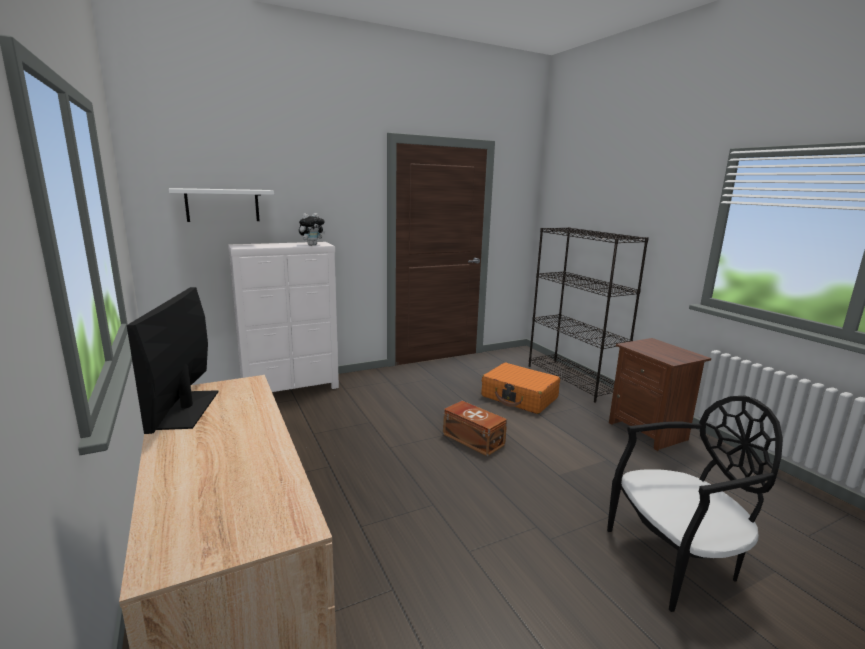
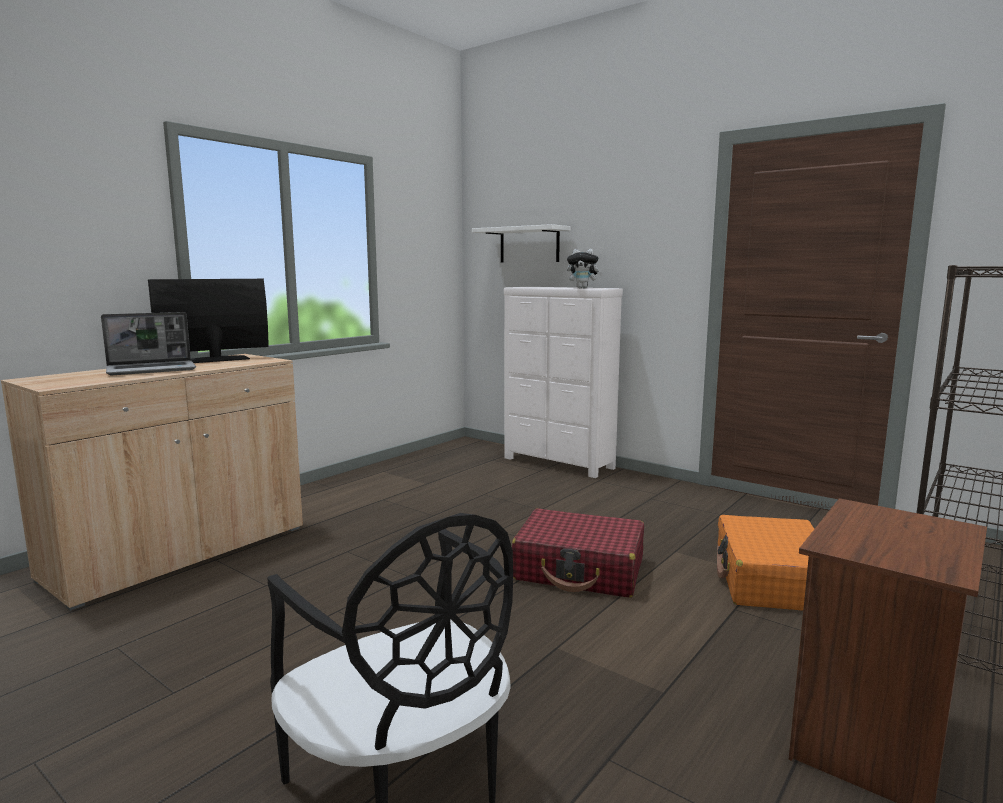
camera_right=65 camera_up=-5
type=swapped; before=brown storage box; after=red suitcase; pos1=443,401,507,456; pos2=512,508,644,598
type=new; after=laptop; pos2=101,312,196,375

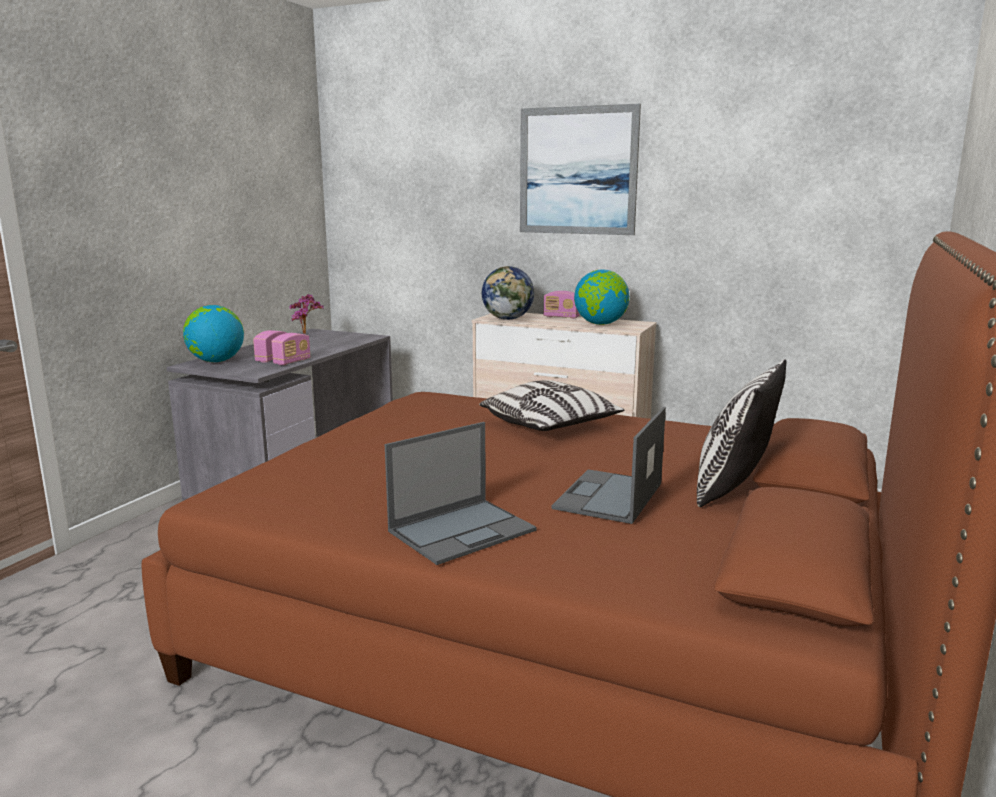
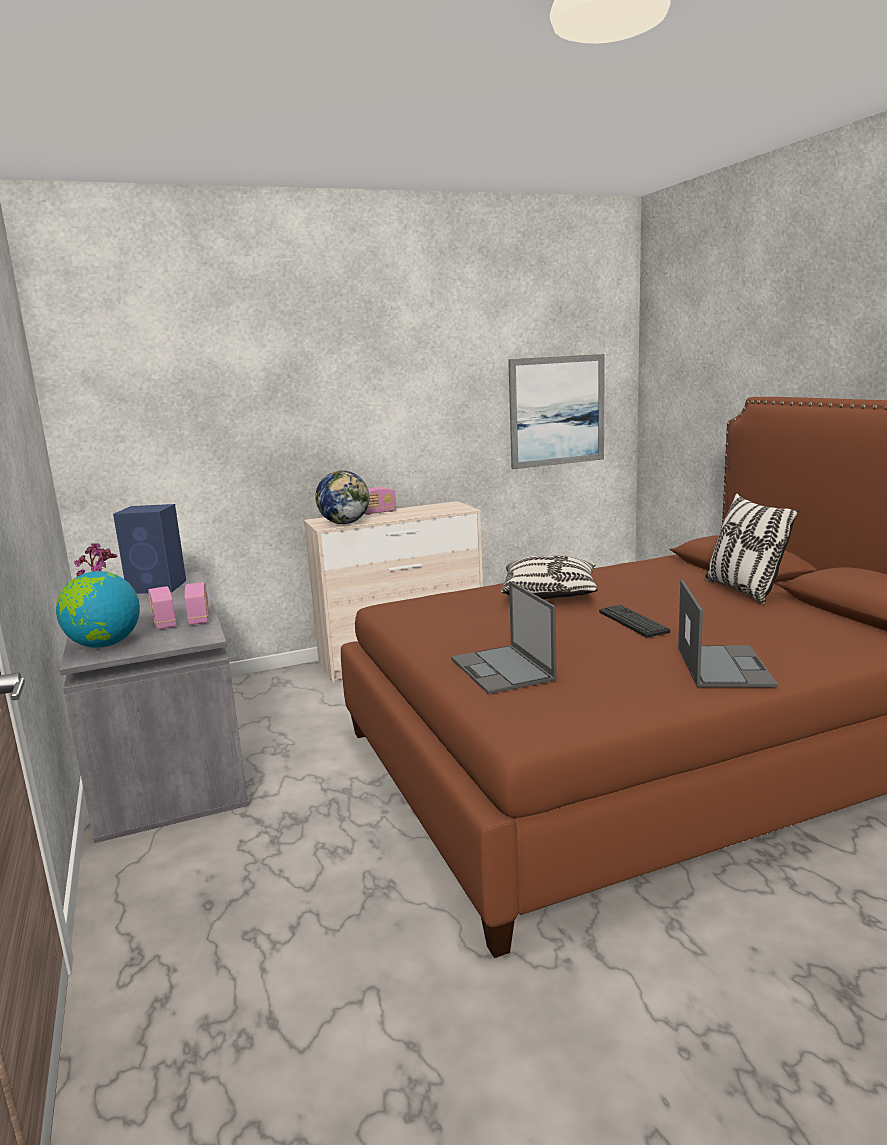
camera_right=-45 camera_up=0
type=shifted; before=picture; pos1=520,104,641,235; pos2=508,354,605,469
type=shifted; before=laptop; pos1=551,407,666,524; pos2=451,581,557,694
type=gone; before=globe; pos1=574,269,630,325
type=new; after=blue speaker; pos2=113,504,186,594
type=new; after=keyboard; pos2=599,605,670,637

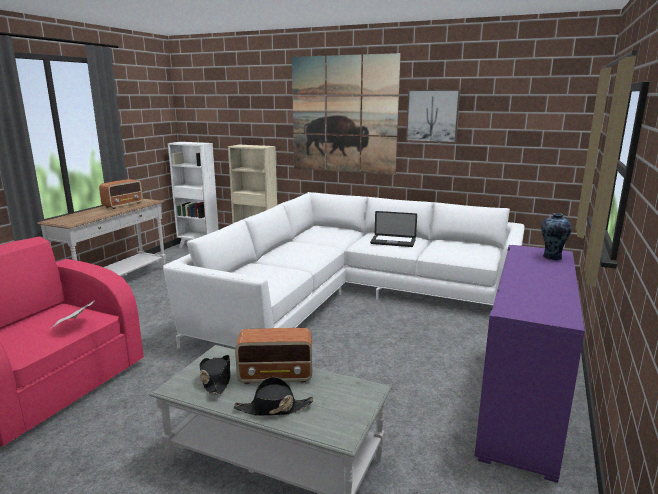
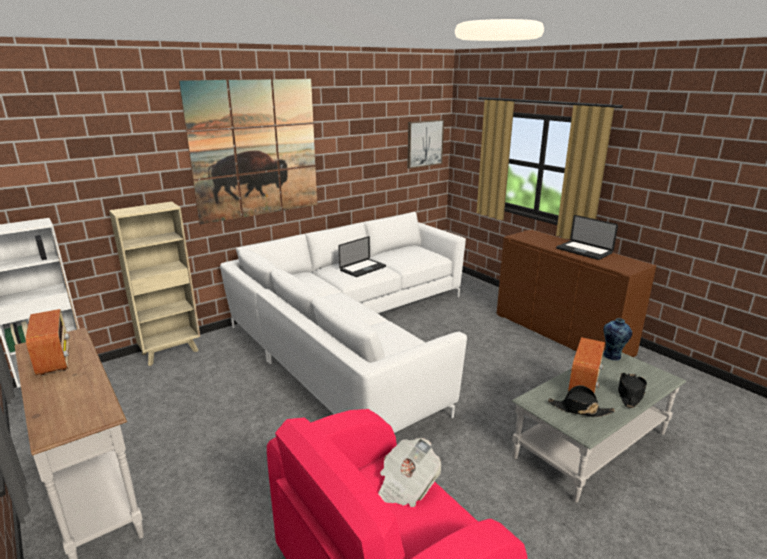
camera_right=-60 camera_up=5
type=shifted; before=picture; pos1=406,90,460,143; pos2=407,120,444,169
type=repainted; before=purple cabinet; after=brown cabinet; pos1=475,245,585,483; pos2=497,229,657,357
type=shifted; before=vase; pos1=541,213,572,260; pos2=604,318,632,361
type=new; after=laptop; pos2=556,215,618,260

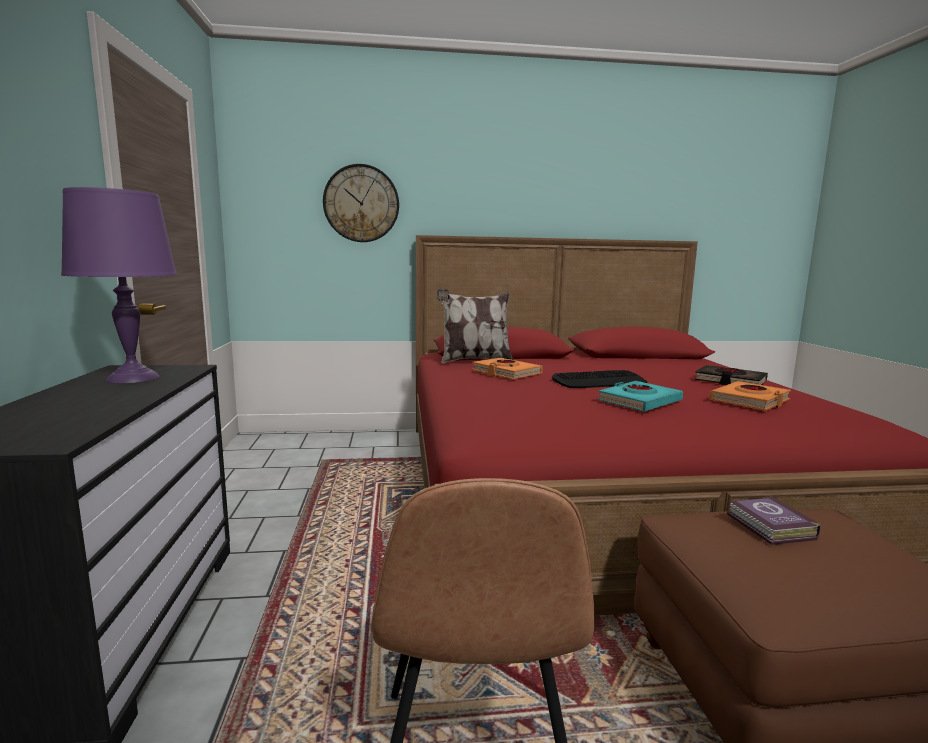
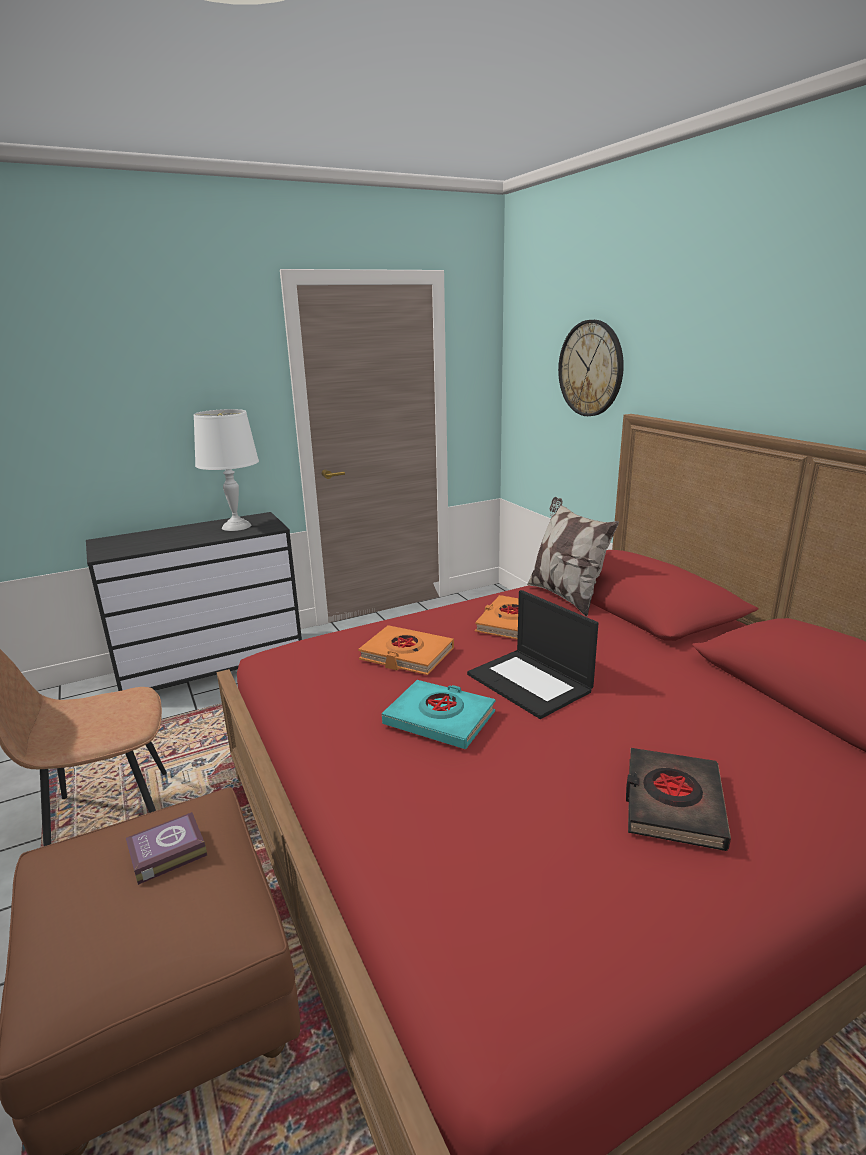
camera_right=70 camera_up=10
type=repainted; before=purple table lamp; after=white table lamp; pos1=61,187,177,383; pos2=194,409,259,531
type=swapped; before=keyboard; after=laptop; pos1=552,370,647,388; pos2=467,590,598,719
type=shifted; before=orange book; pos1=709,381,791,411; pos2=358,625,454,675

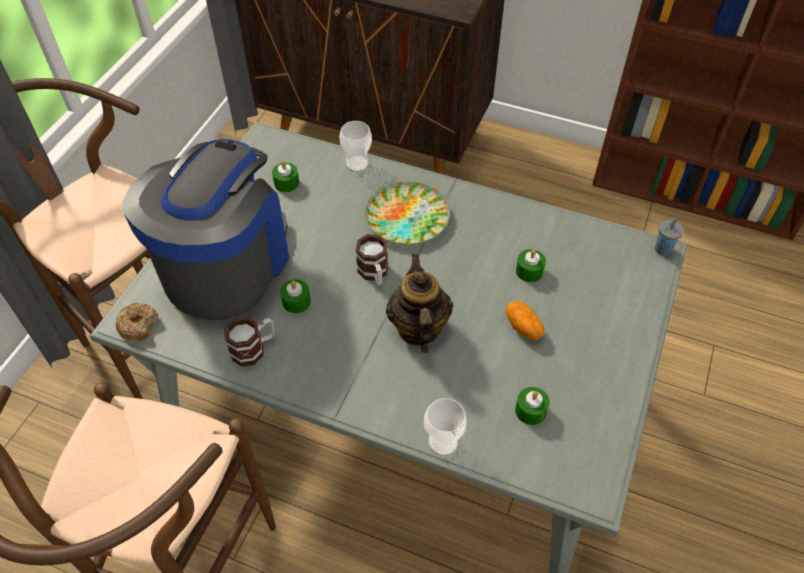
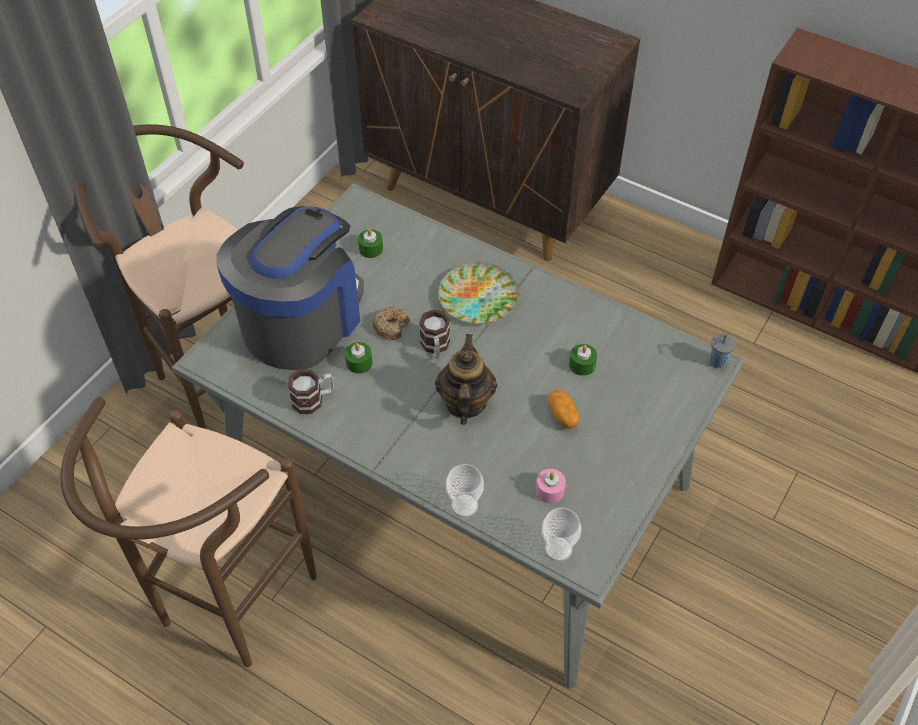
camera_right=10 camera_up=0
type=shifted; before=donut; pos1=116,303,158,341; pos2=373,307,410,340
type=shifted; before=cup; pos1=339,121,372,172; pos2=542,508,581,562
type=repainted; before=green candle; after=pink candle; pos1=515,387,550,425; pos2=536,469,566,503

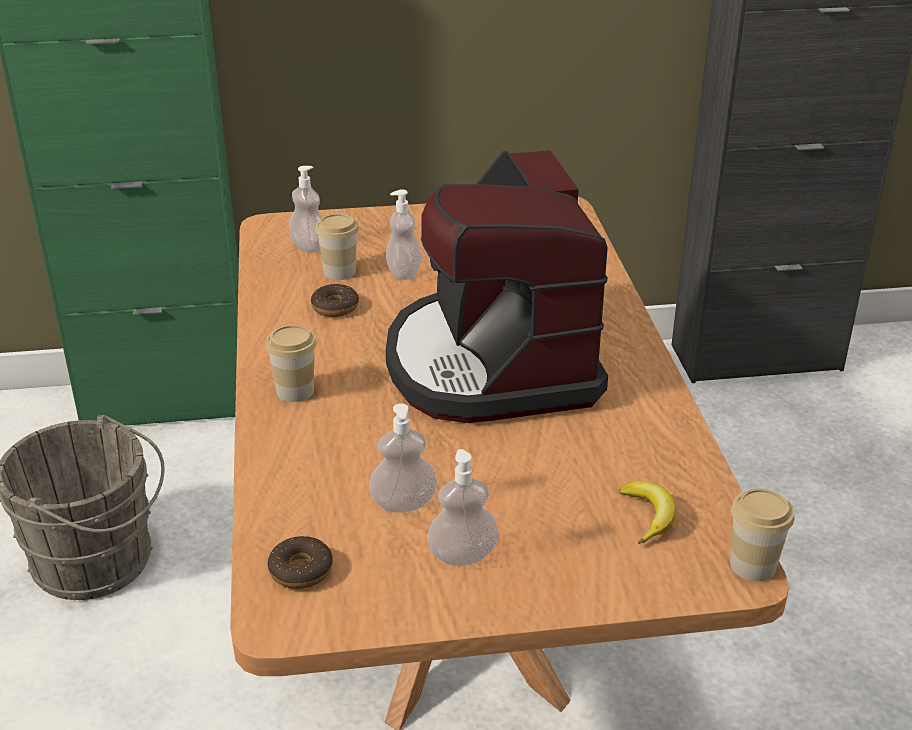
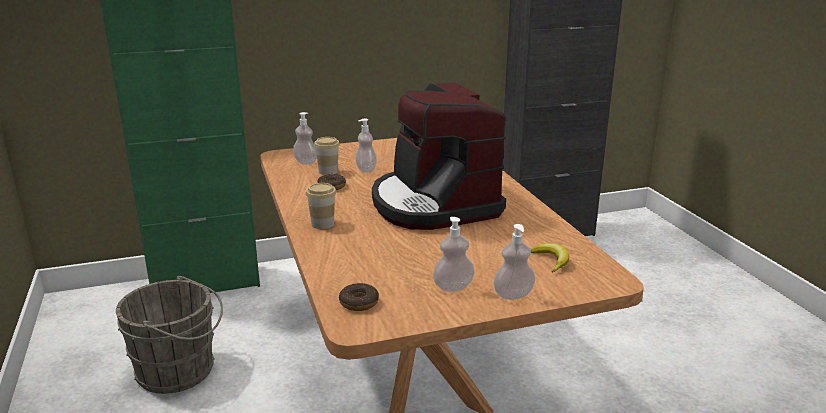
camera_right=-10 camera_up=-10
type=shifted; before=soap dispenser; pos1=369,403,437,513; pos2=493,224,535,300
type=gone; before=cup; pos1=730,488,795,581

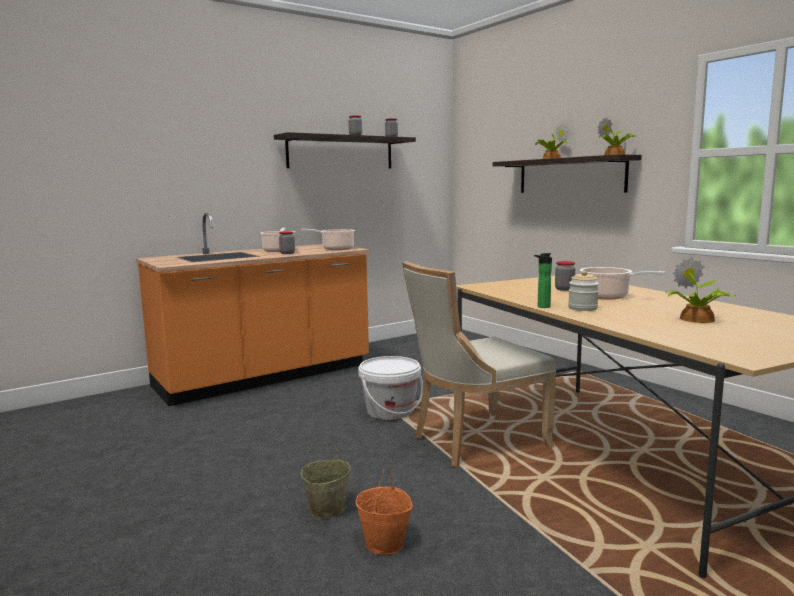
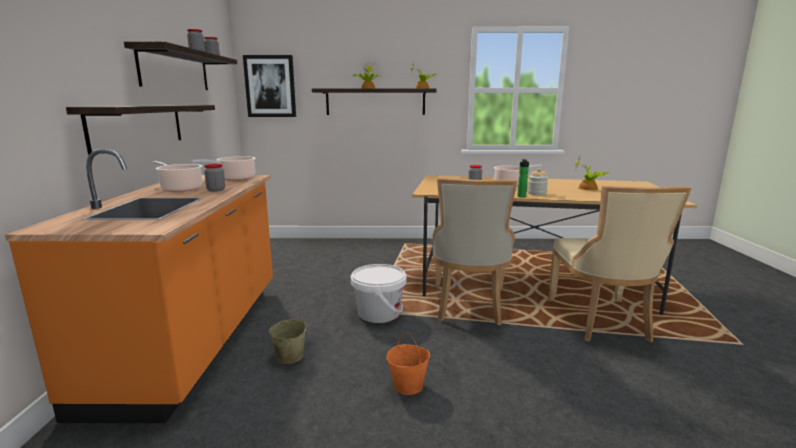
camera_right=-55 camera_up=5
type=shifted; before=beige bucket; pos1=301,442,351,519; pos2=269,308,306,364
type=shifted; before=orange bucket; pos1=355,469,413,555; pos2=387,333,430,395
type=new; after=shelf; pos2=66,105,215,156
type=new; after=picture; pos2=243,55,296,117
type=new; after=beige chair; pos2=547,186,691,342

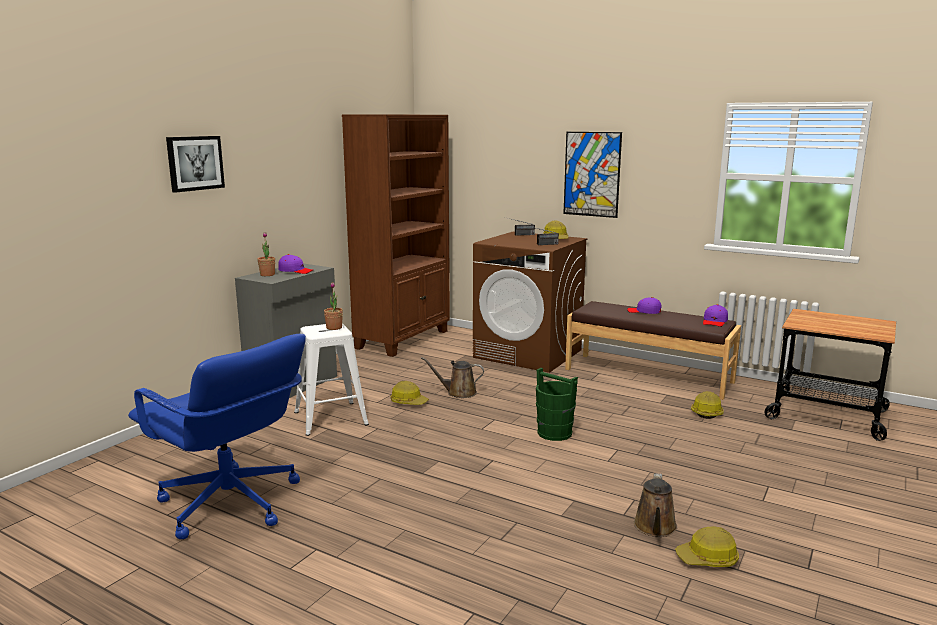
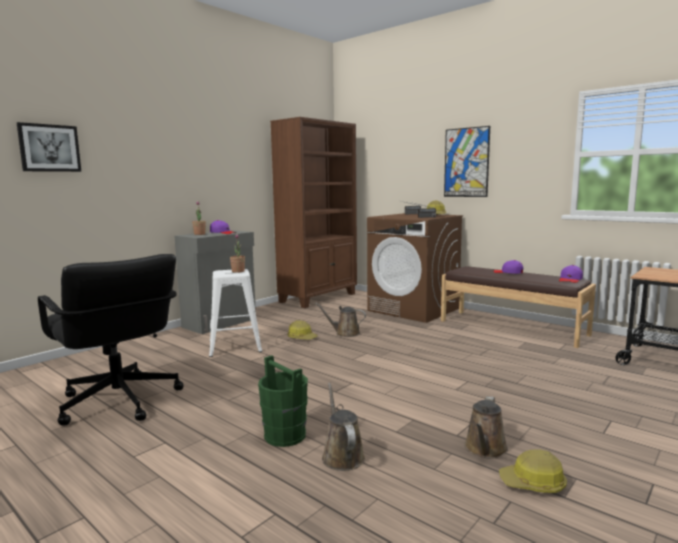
camera_right=10 camera_up=-5
type=repainted; before=blue office chair; after=black office chair; pos1=128,334,306,539; pos2=38,254,184,426
type=shifted; before=picture; pos1=166,136,225,193; pos2=17,122,81,172
type=shifted; before=green bucket; pos1=536,368,578,441; pos2=258,355,308,447
type=gone; before=hard hat; pos1=691,391,724,419
type=new; after=brown watering can; pos2=322,382,365,471

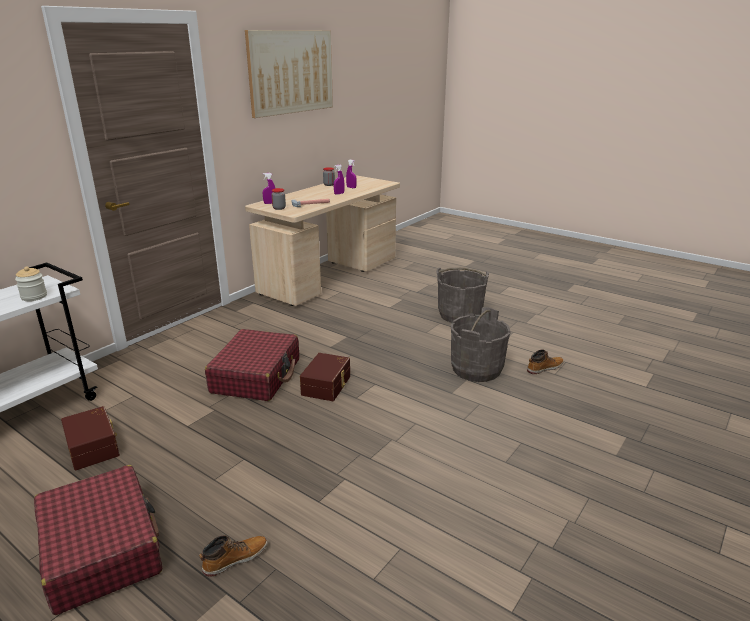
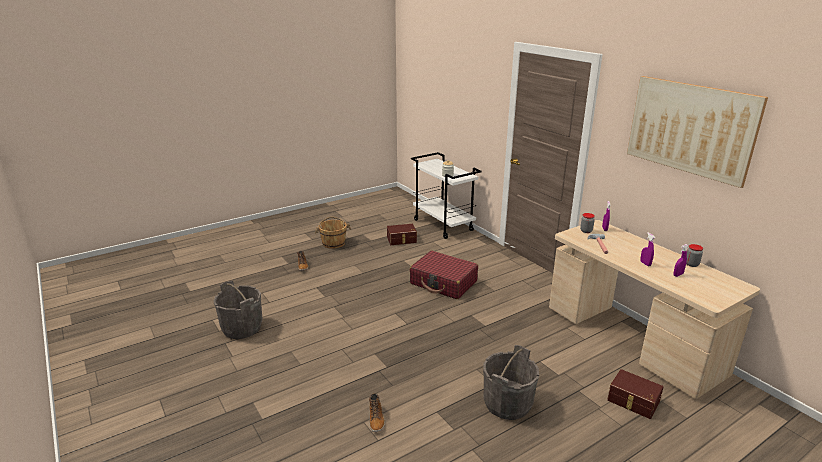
camera_right=110 camera_up=0
type=swapped; before=red suitcase; after=brown bucket; pos1=34,465,162,615; pos2=315,216,351,249
type=shifted; before=brown storage box; pos1=300,353,350,401; pos2=607,369,663,419
type=shifted; before=grey bucket; pos1=451,307,510,382; pos2=213,281,263,339

